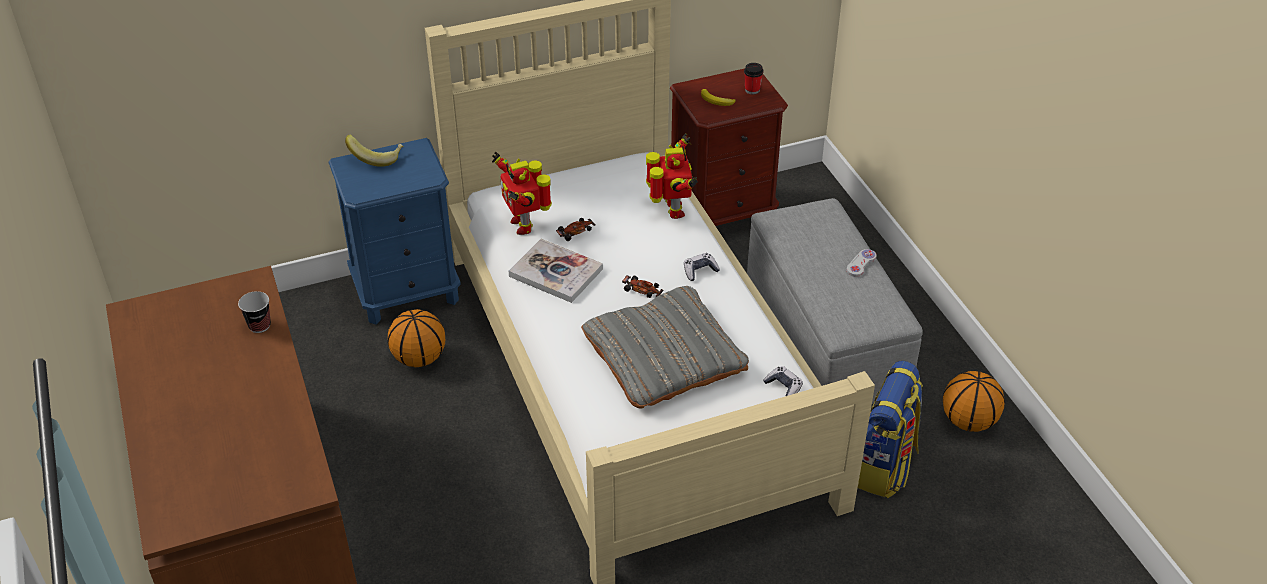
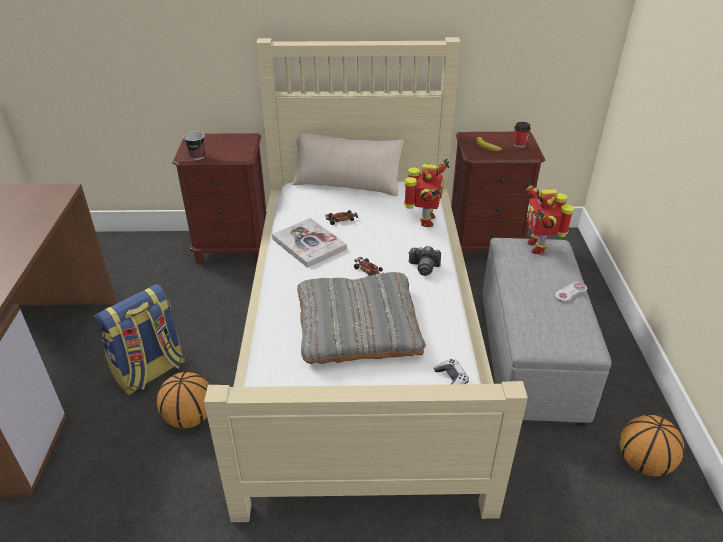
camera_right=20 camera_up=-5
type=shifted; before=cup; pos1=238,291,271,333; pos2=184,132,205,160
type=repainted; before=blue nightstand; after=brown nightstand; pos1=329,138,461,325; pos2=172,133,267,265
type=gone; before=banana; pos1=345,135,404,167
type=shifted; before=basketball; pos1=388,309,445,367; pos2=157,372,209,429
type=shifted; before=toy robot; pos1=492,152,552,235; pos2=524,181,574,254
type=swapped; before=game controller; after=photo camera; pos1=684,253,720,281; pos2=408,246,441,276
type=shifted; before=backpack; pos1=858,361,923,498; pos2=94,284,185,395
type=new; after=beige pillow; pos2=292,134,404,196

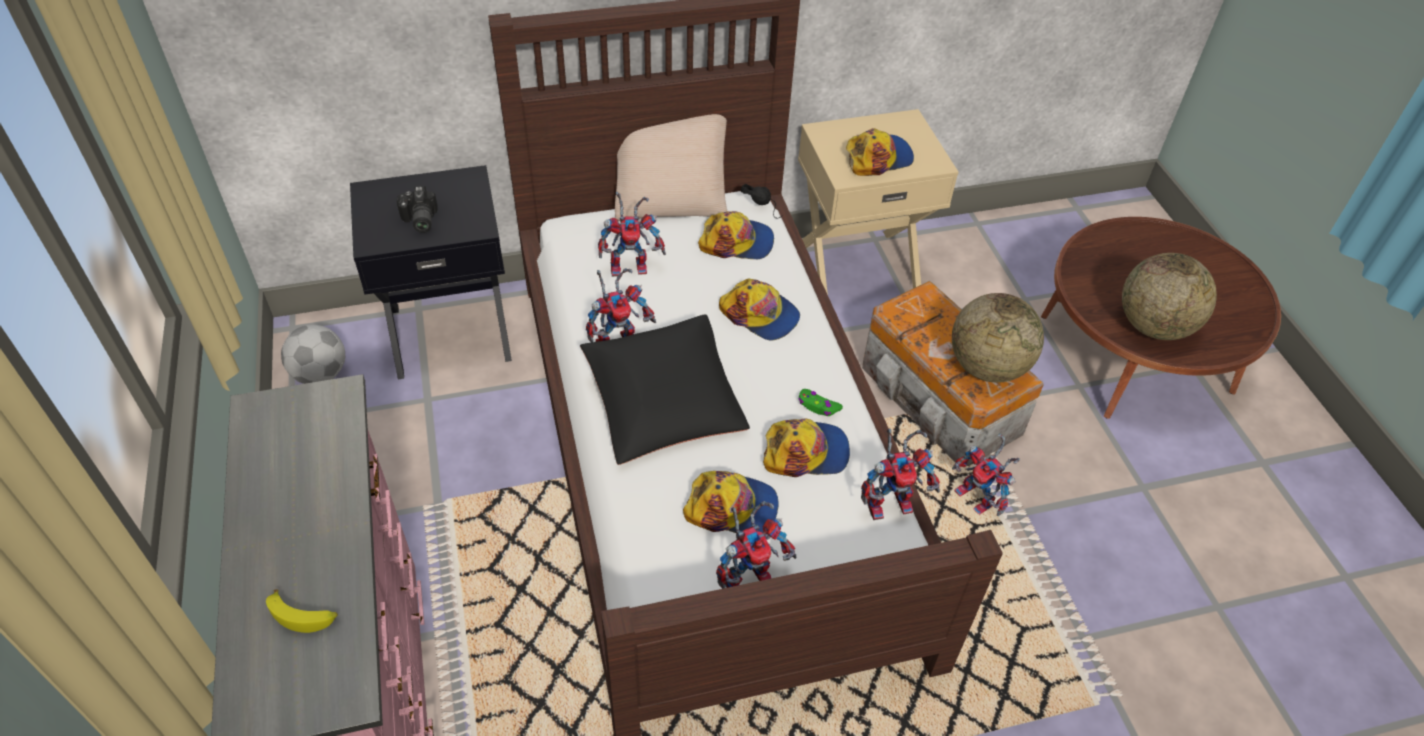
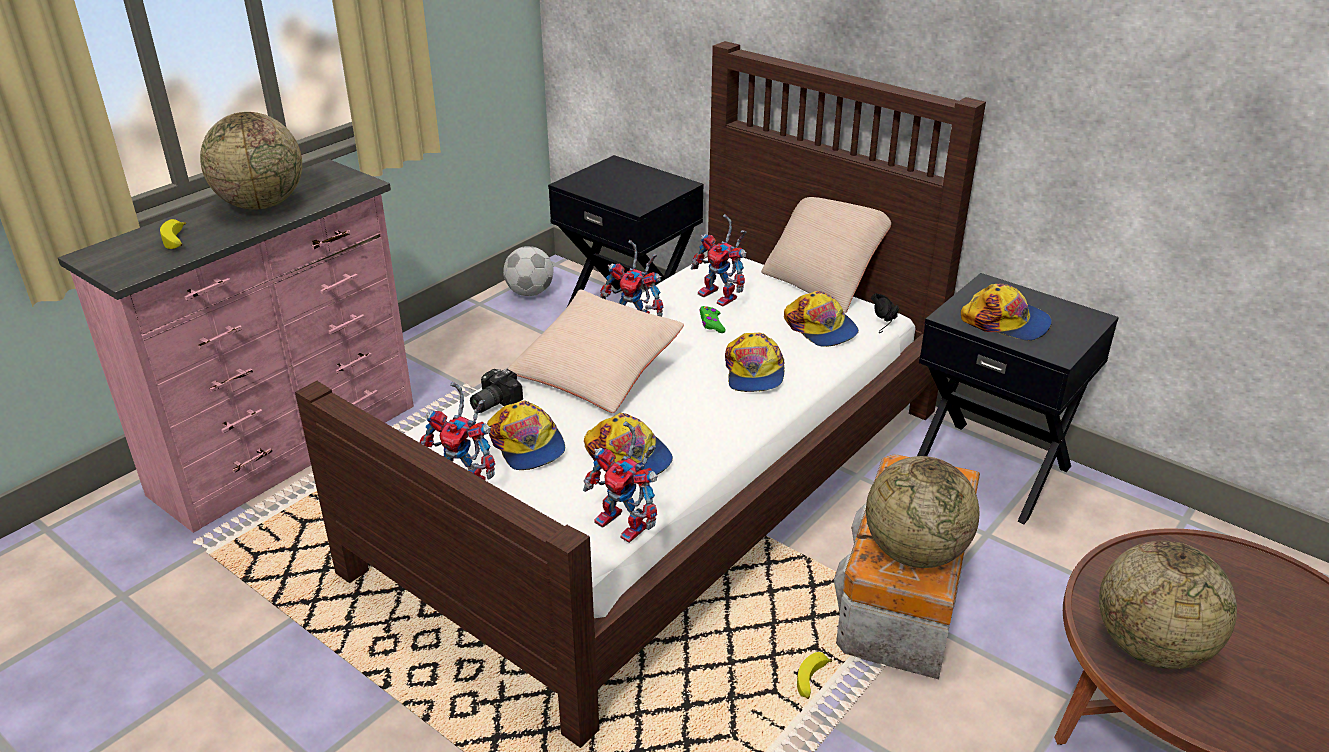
camera_right=55 camera_up=-15
type=shifted; before=photo camera; pos1=397,186,437,233; pos2=470,369,523,413
type=repainted; before=black pillow; after=beige pillow; pos1=580,314,750,465; pos2=507,289,684,413
type=repainted; before=beige nightstand; after=black nightstand; pos1=798,109,958,295; pos2=917,273,1119,524
type=shifted; before=green game controller; pos1=799,389,843,416; pos2=700,306,725,333
type=swapped; before=toy robot; after=banana; pos1=952,433,1020,516; pos2=797,652,832,699
type=new; after=globe; pos2=200,112,302,210

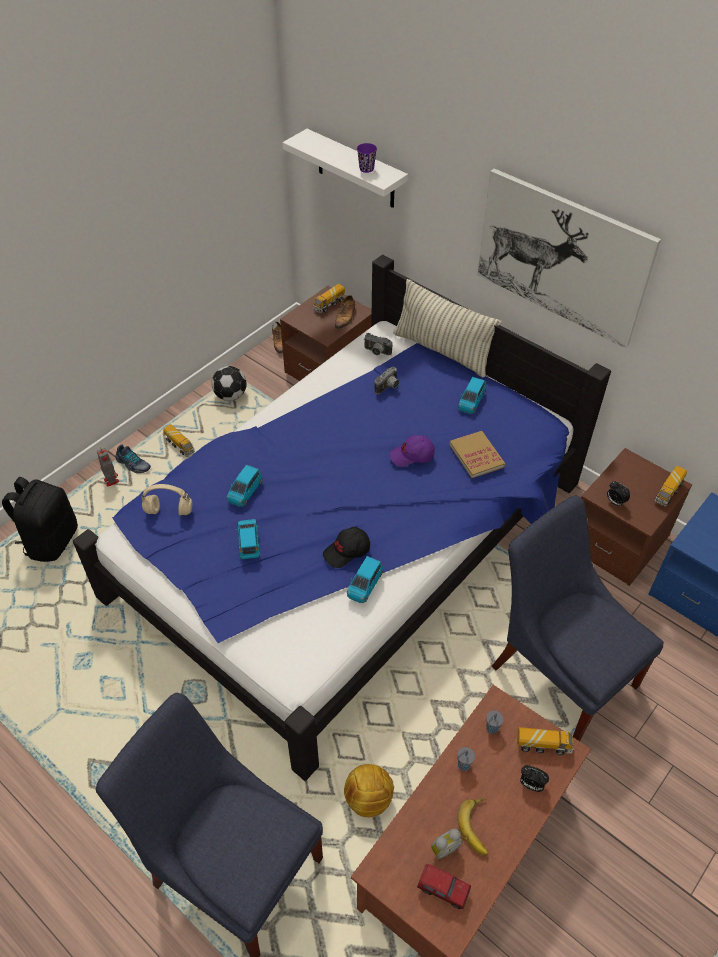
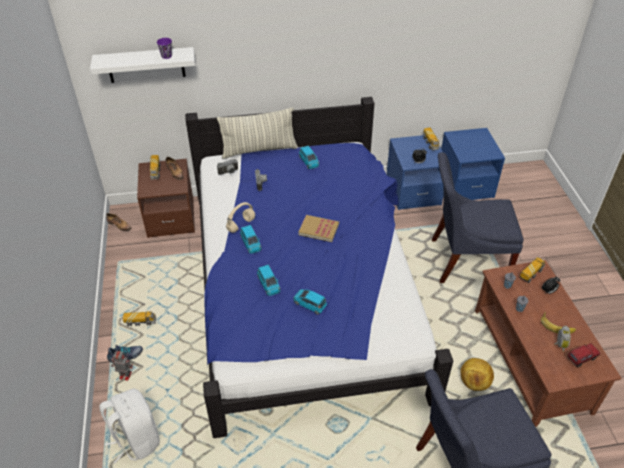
camera_right=-50 camera_up=-5
type=repainted; before=black backpack; after=white backpack; pos1=2,477,78,562; pos2=99,388,160,463
type=shifted; before=beige headphones; pos1=142,484,192,515; pos2=226,202,255,233
type=gone; before=football; pos1=211,366,247,401
type=gone; before=black cap; pos1=323,527,370,568
type=shifted; before=blue toy car; pos1=347,556,383,603; pos2=240,225,261,254
type=gone; before=purple cap; pos1=390,435,435,467
type=shifted; before=book; pos1=449,431,505,478; pos2=298,215,339,242
type=gone; before=picture; pos1=477,168,661,348
type=repainted; before=brown nightstand; after=blue nightstand; pos1=581,448,692,586; pos2=386,135,444,210

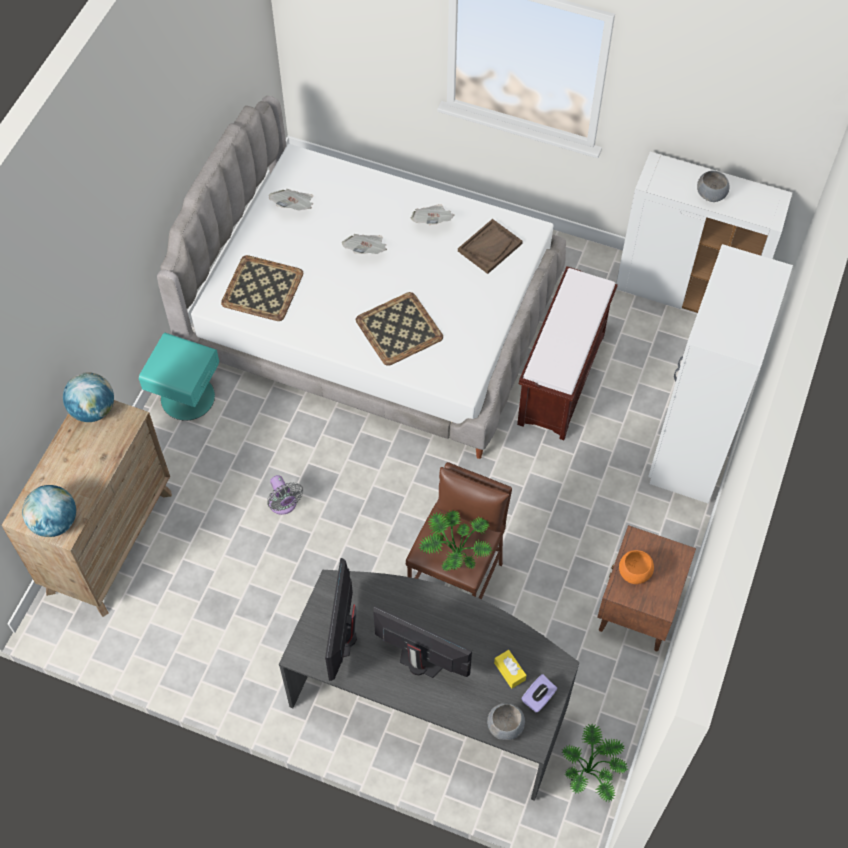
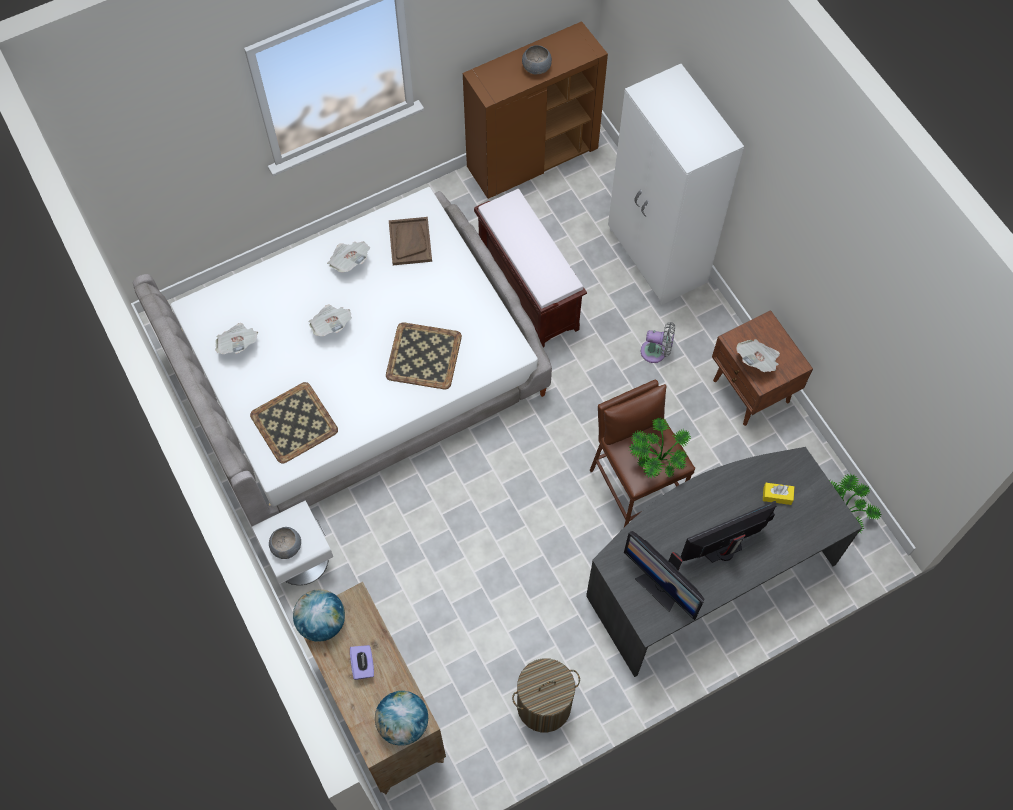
camera_right=-50 camera_up=5
type=repainted; before=turquoise nightstand; after=white nightstand; pos1=139,332,219,421; pos2=252,501,333,585
type=shifted; before=grey fan; pos1=267,475,303,515; pos2=641,322,675,363
type=shifted; before=grey bowl; pos1=487,703,525,740; pos2=269,527,301,559
type=shifted; before=purple tissue box; pos1=521,674,557,713; pos2=350,645,374,680
type=repainted; before=white cabinet; after=brown cabinet; pos1=616,152,792,313; pos2=463,21,608,199
type=swapped; before=orange bowl; after=newspaper; pos1=619,550,654,584; pos2=736,339,780,372
type=new; after=laundry basket; pos2=512,658,580,732

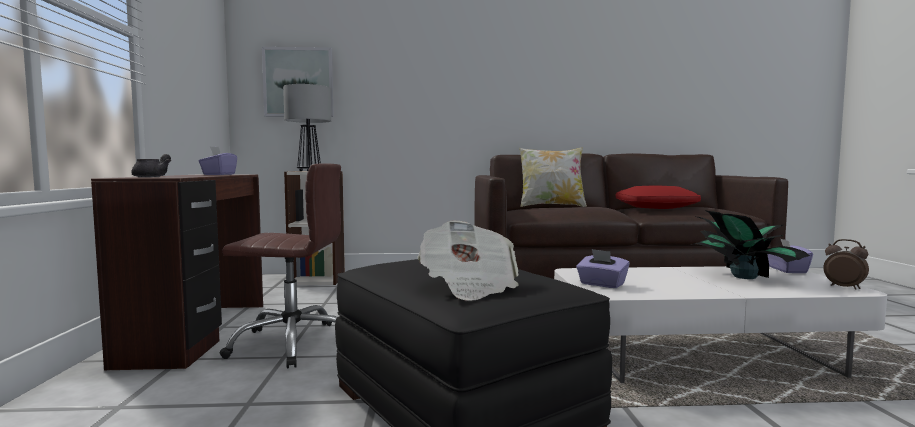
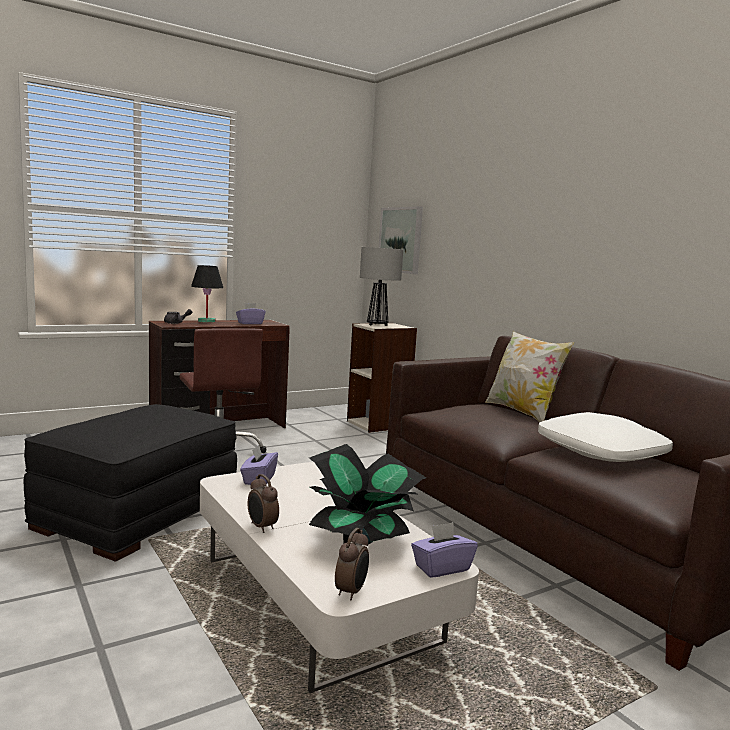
camera_right=60 camera_up=5
type=gone; before=newspaper; pos1=418,221,519,301
type=repainted; before=red pillow; after=white pillow; pos1=616,186,701,209; pos2=538,412,673,462
type=new; after=black table lamp; pos2=191,265,223,323
type=new; after=alarm clock; pos2=248,474,279,533

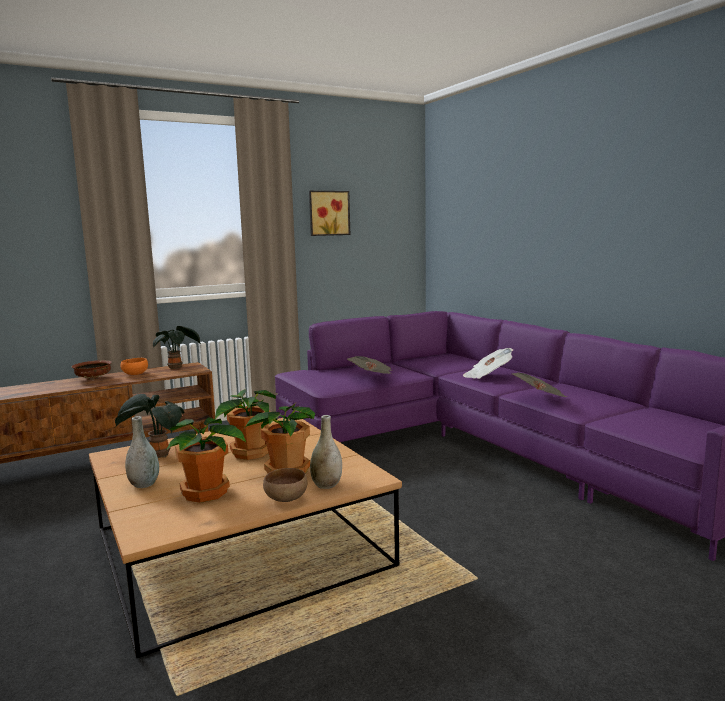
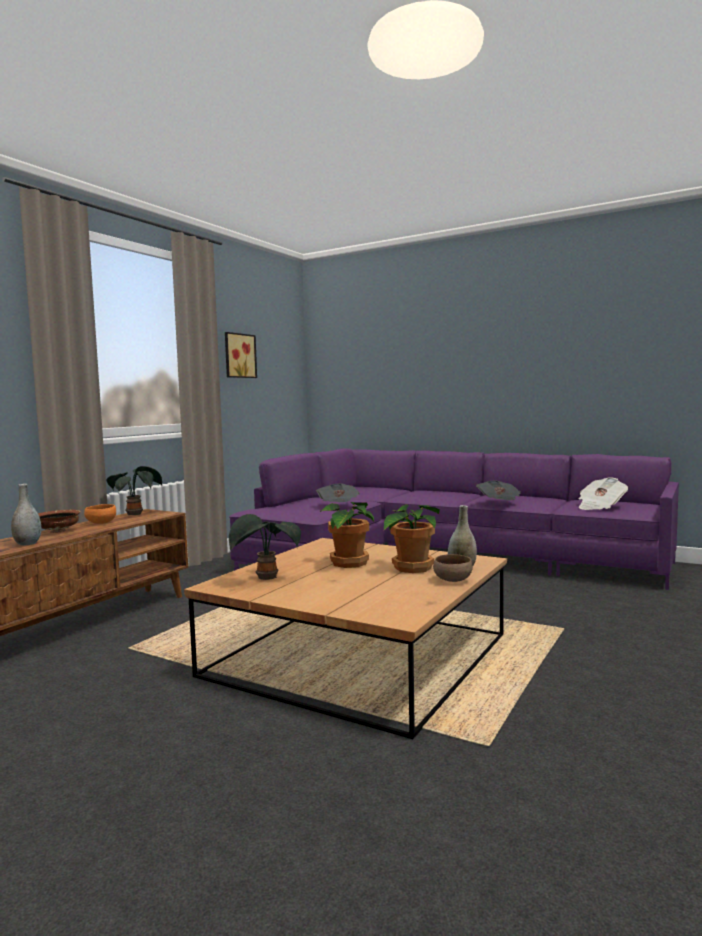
camera_right=-30 camera_up=-5
type=shifted; before=grey vase; pos1=125,416,159,488; pos2=11,484,41,545
type=gone; before=potted plant; pos1=167,417,246,503
type=shifted; before=newspaper; pos1=463,348,513,379; pos2=578,477,628,510

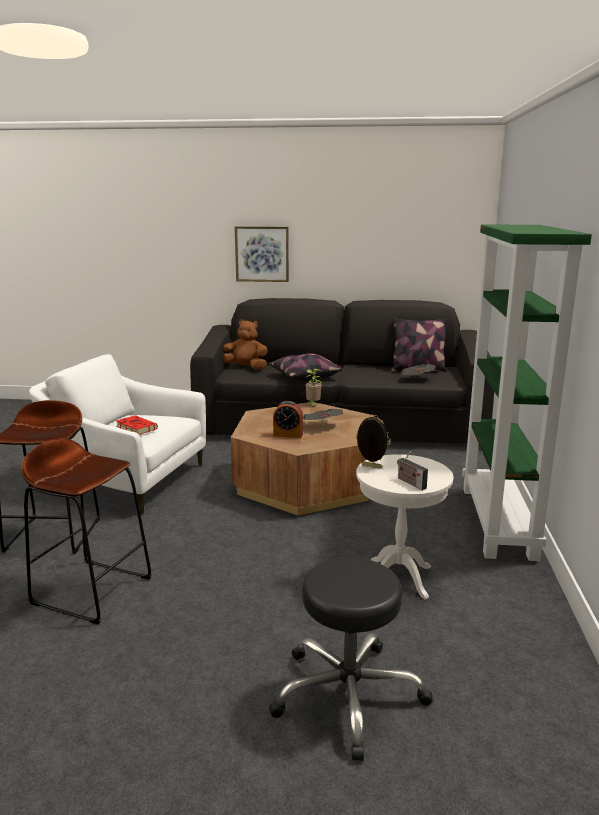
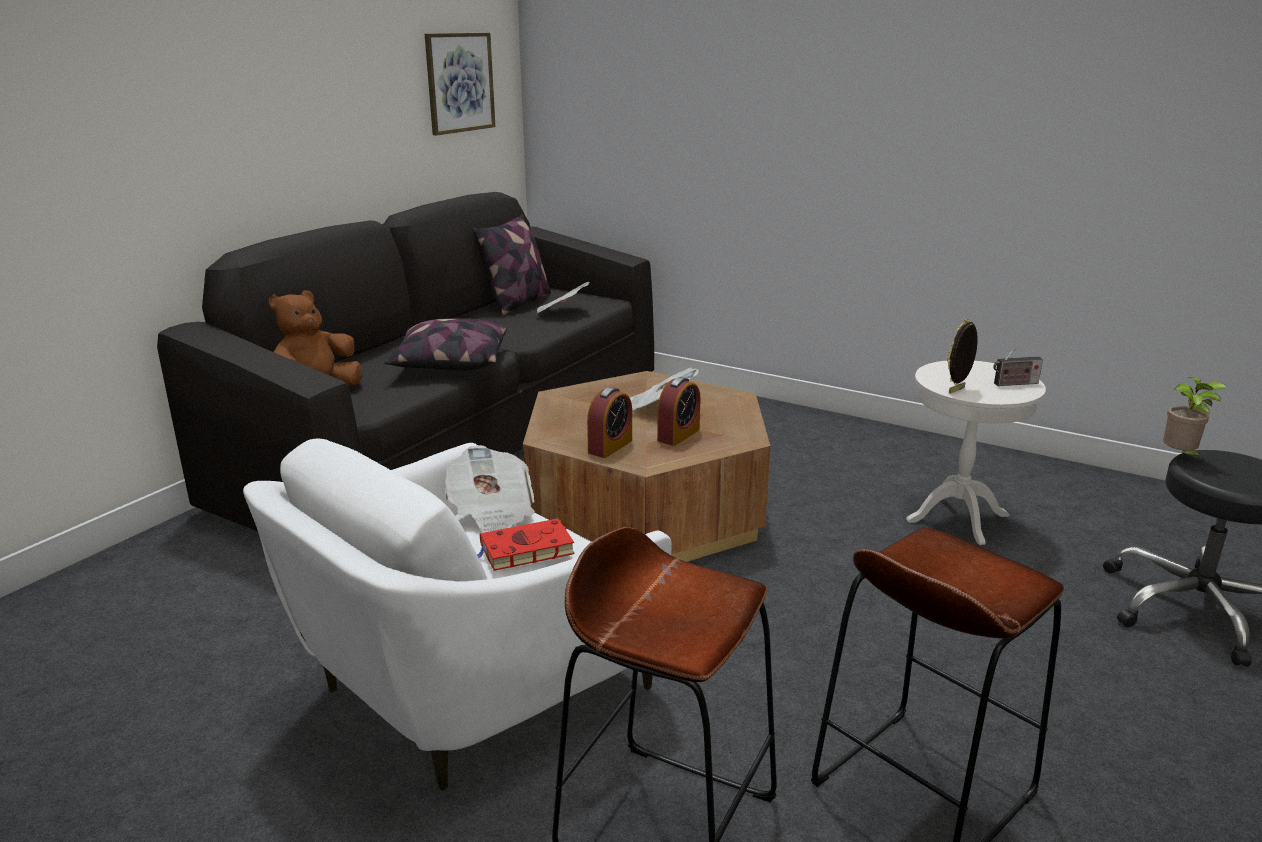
camera_right=-65 camera_up=5
type=shifted; before=picture; pos1=235,226,289,282; pos2=425,33,495,135
type=shifted; before=potted plant; pos1=305,369,322,407; pos2=1163,377,1227,459
type=gone; before=green bookcase; pos1=462,225,592,561
type=new; after=newspaper; pos2=445,445,535,533
type=new; after=alarm clock; pos2=587,387,632,458

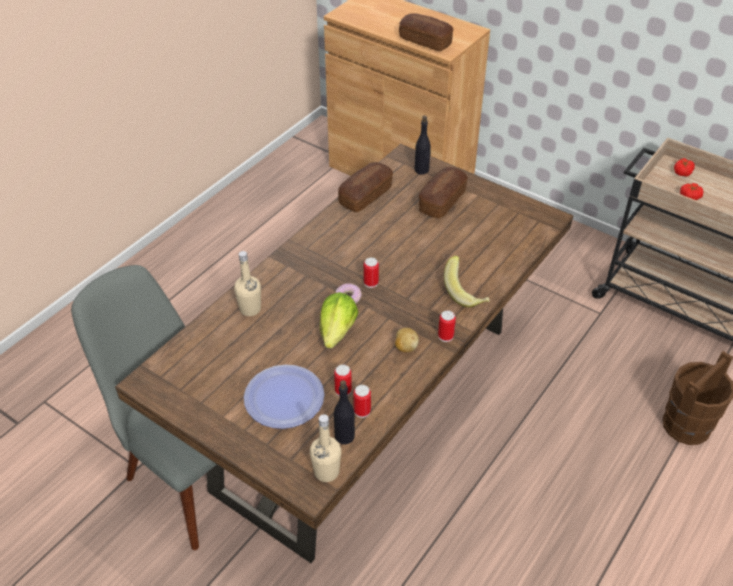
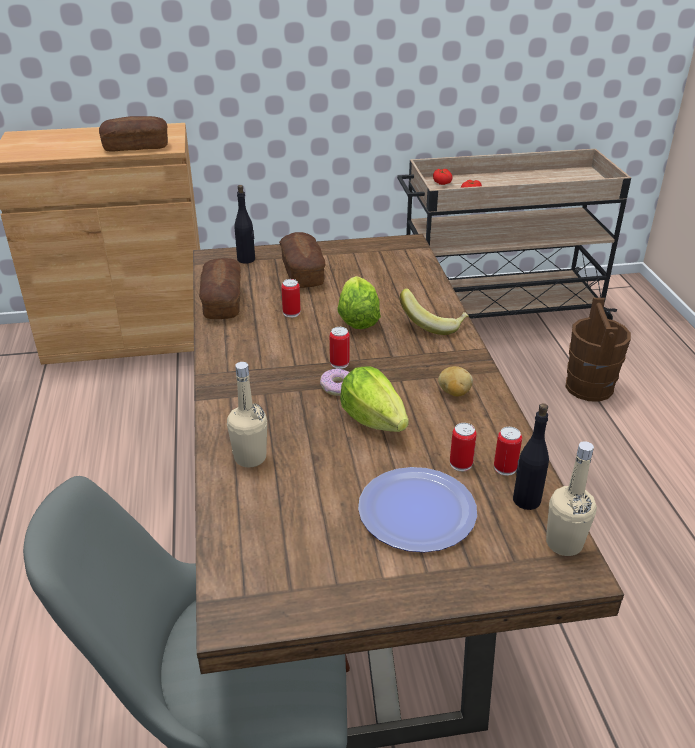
camera_right=-45 camera_up=-10
type=shifted; before=can; pos1=438,310,456,342; pos2=281,279,301,318
type=new; after=lettuce; pos2=338,276,381,329

